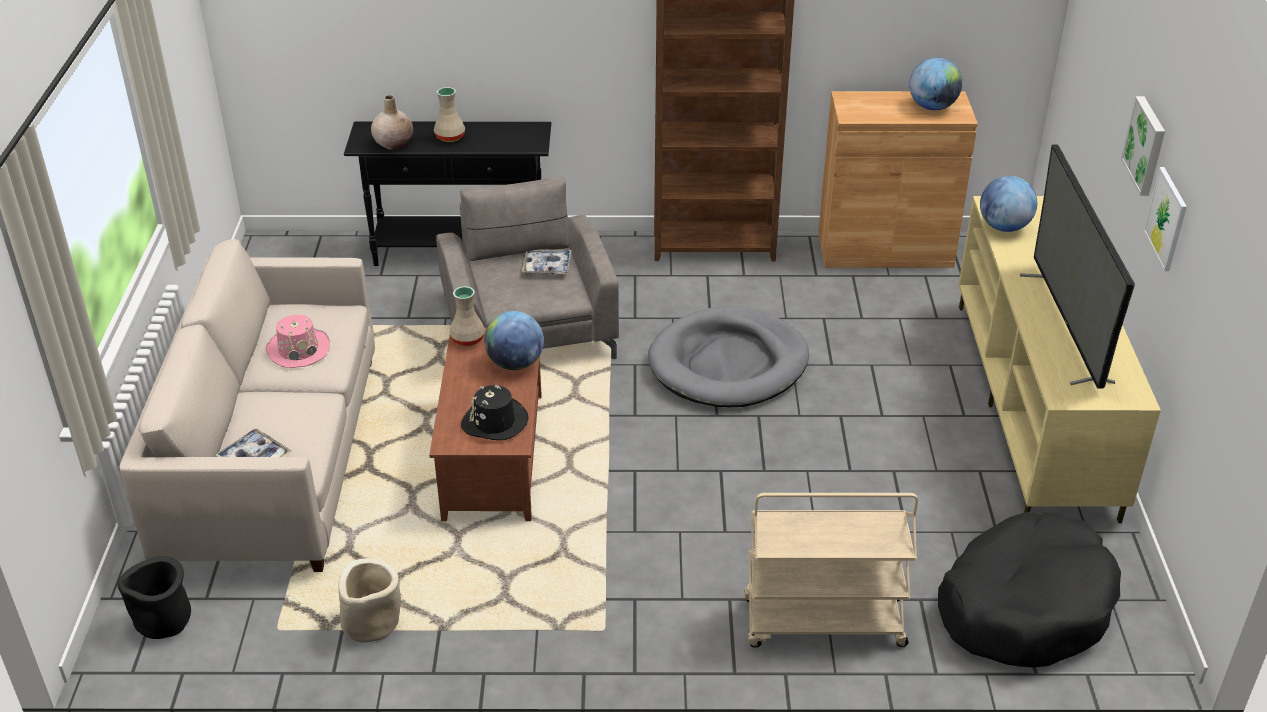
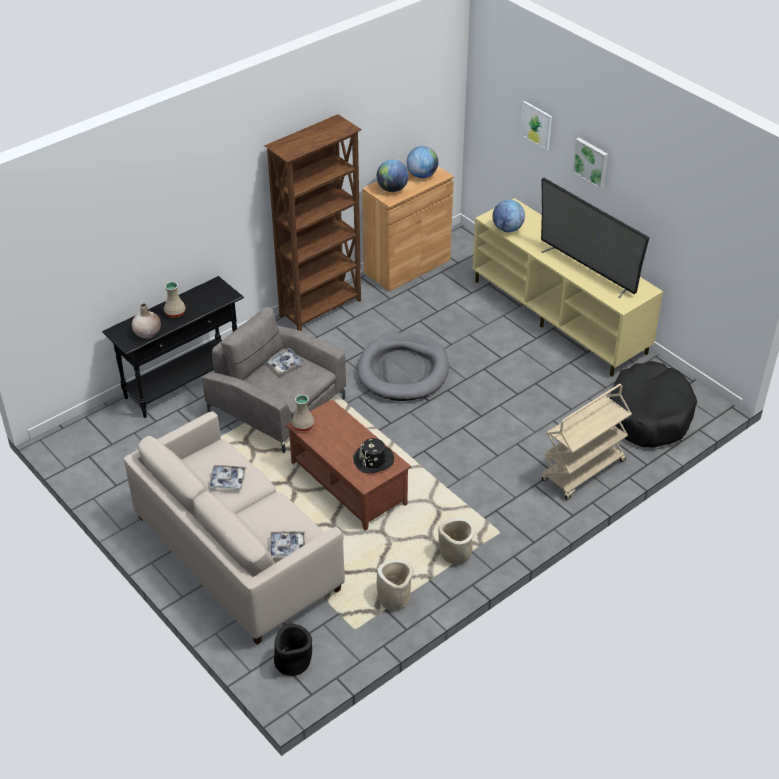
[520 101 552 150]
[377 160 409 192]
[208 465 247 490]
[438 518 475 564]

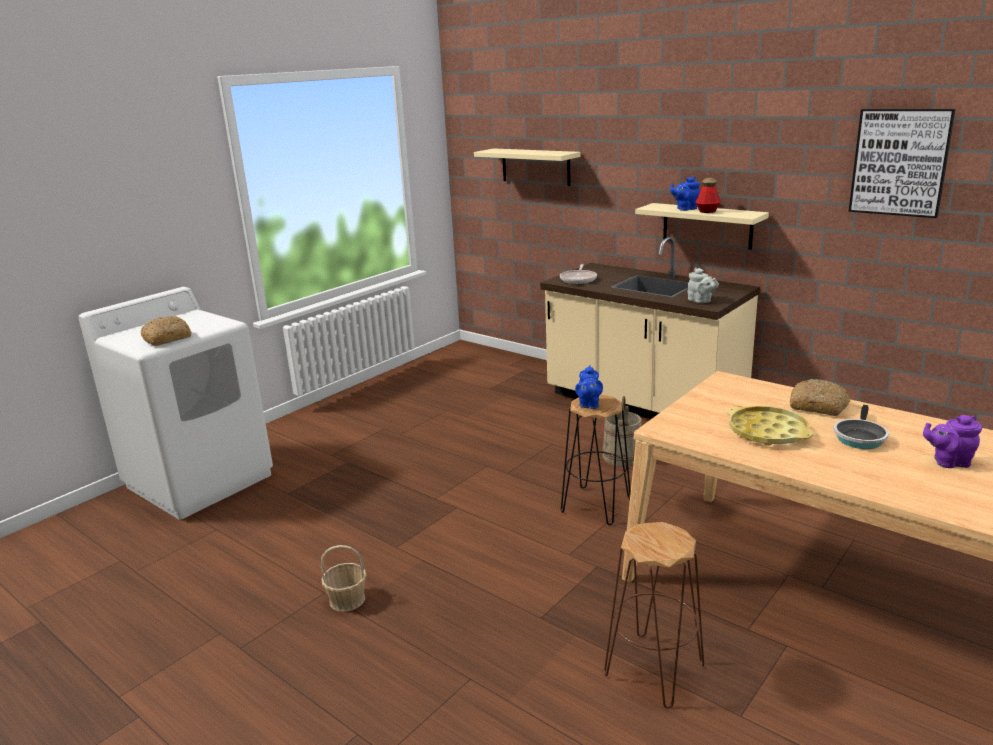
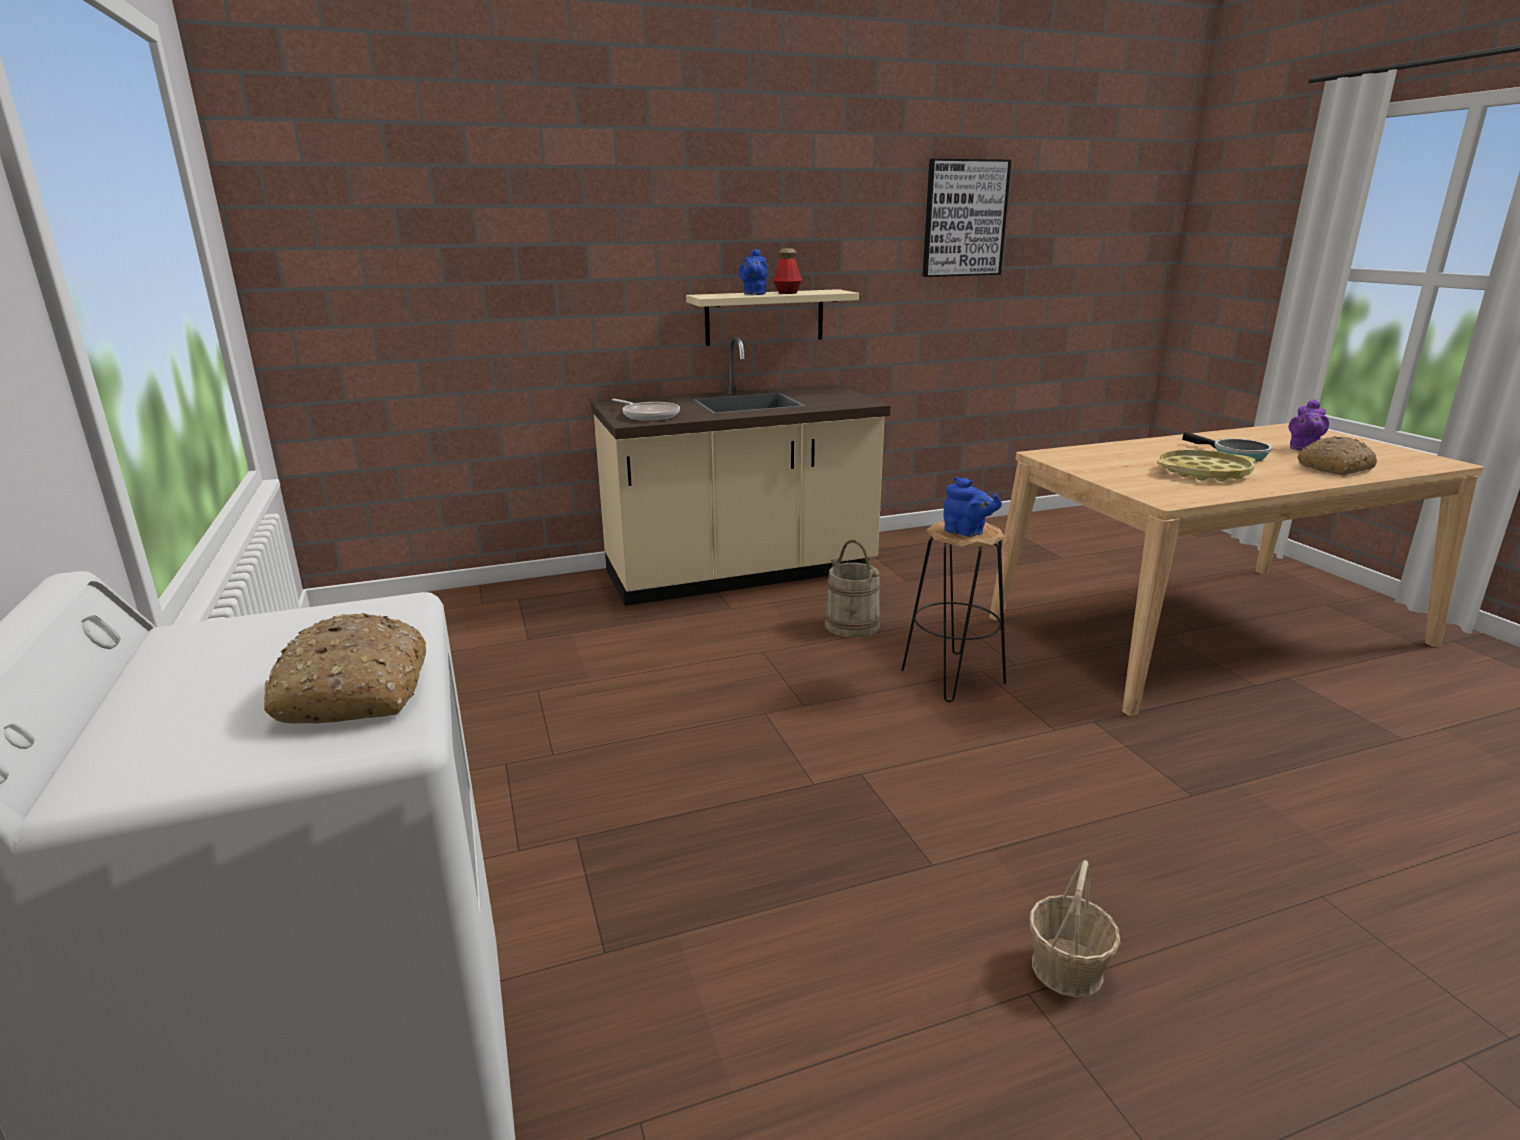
[474 148 581 186] (first image)
[687 268 719 303] (first image)
[1297 436 1377 475]
[604 522 704 709] (first image)

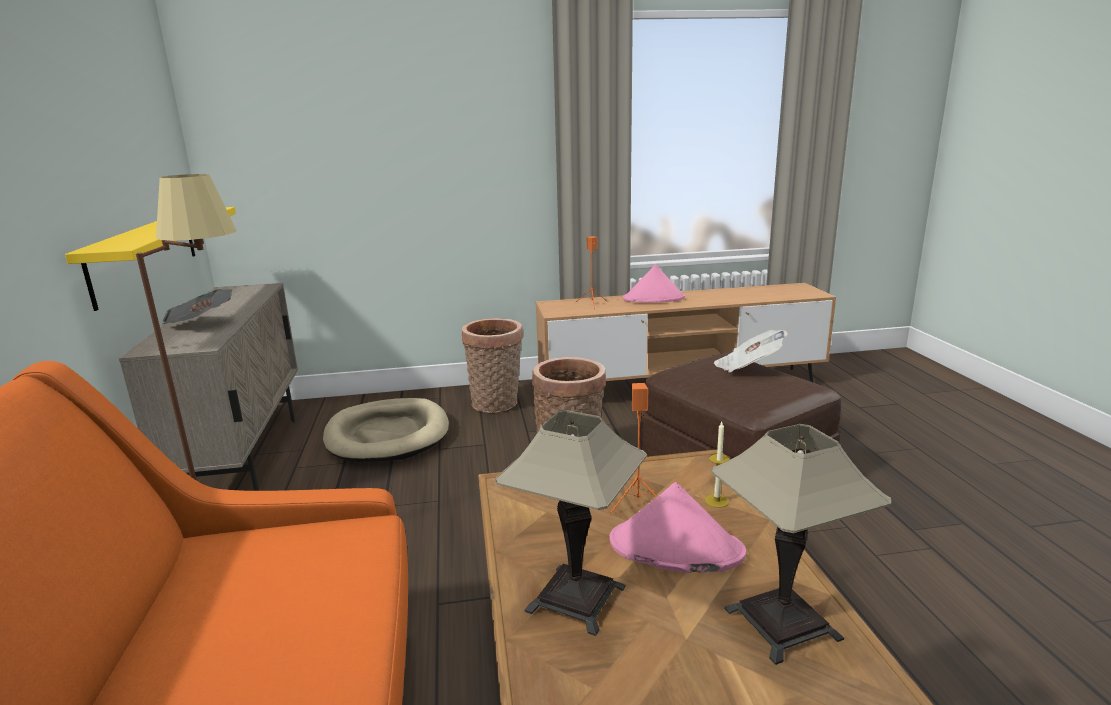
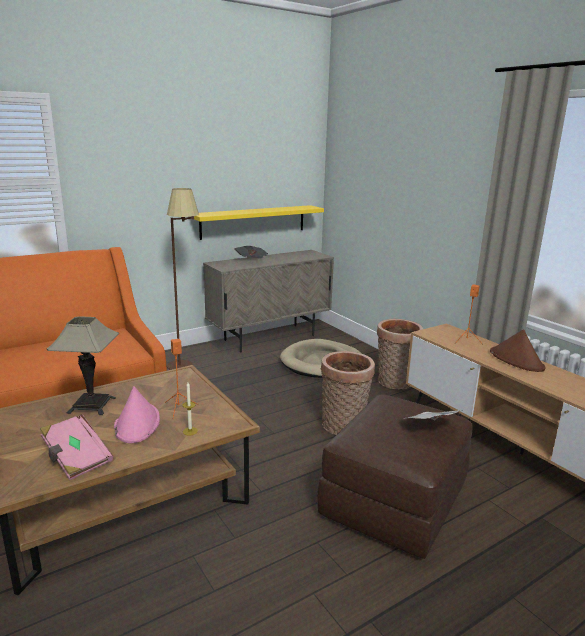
[490 329 546 372]
[40 414 113 480]

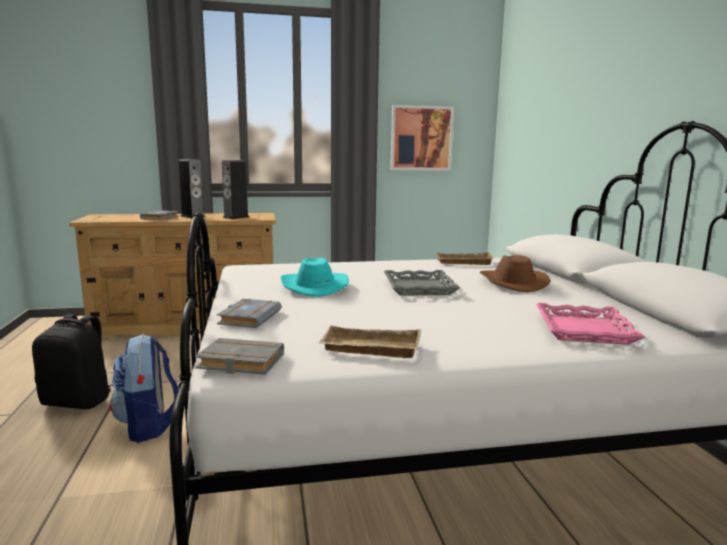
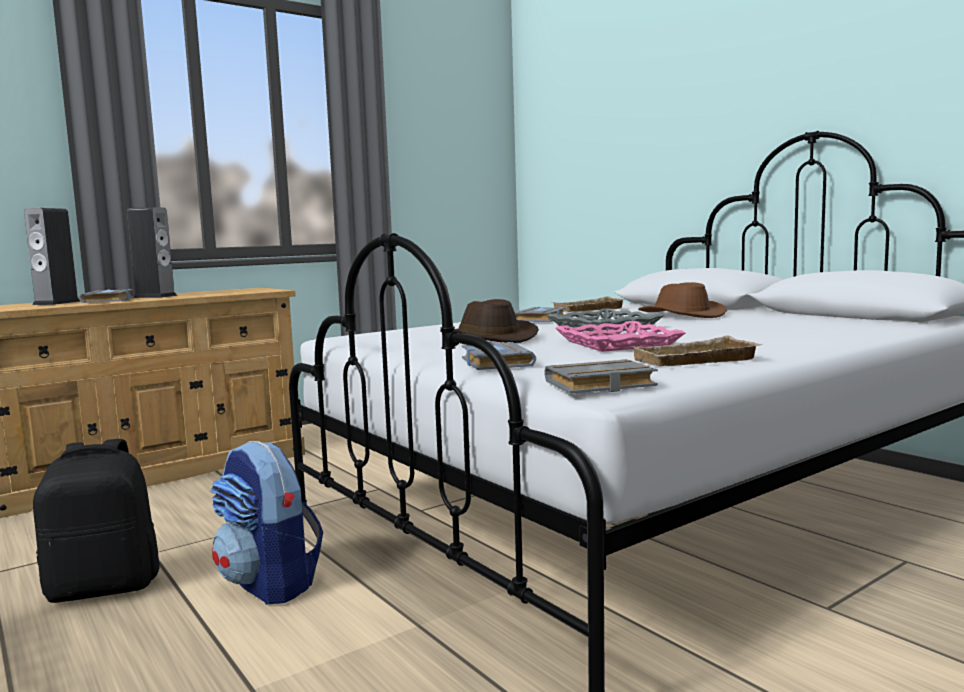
[390 105 454 171] (first image)
[24 208 80 305]
[440 299 539 343]
[555 321 685 352]
[515 307 566 322]

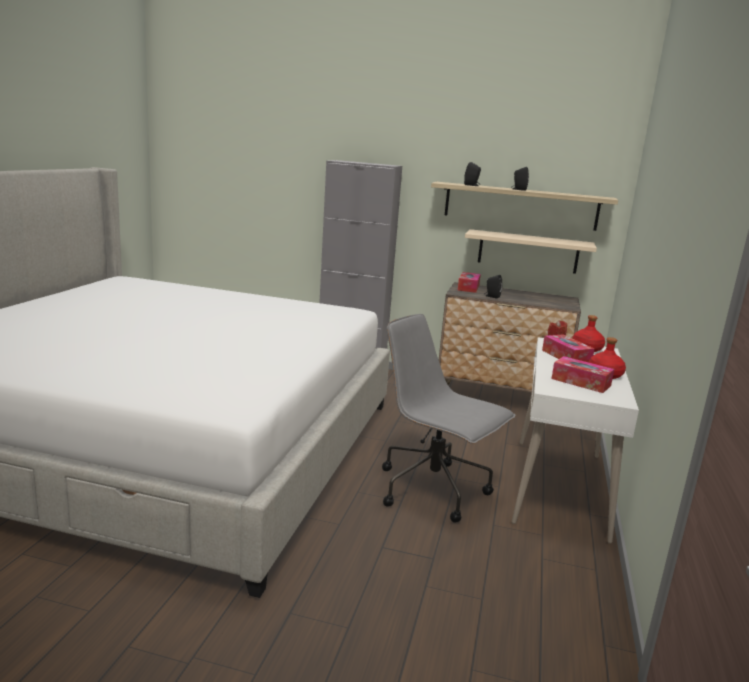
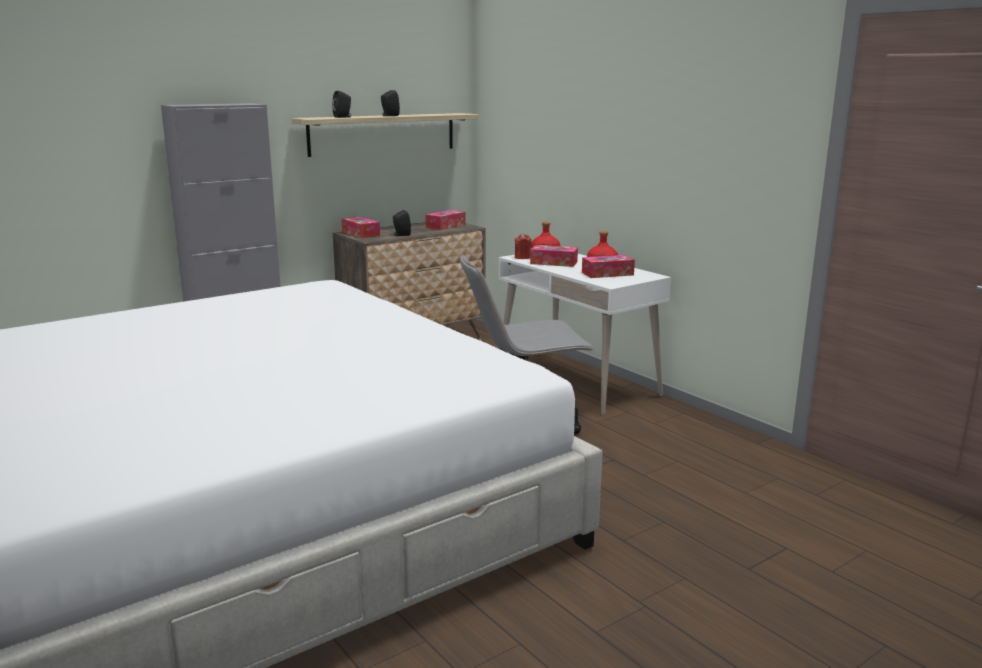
[465 229 597 274] (first image)
[425 210 466 230]

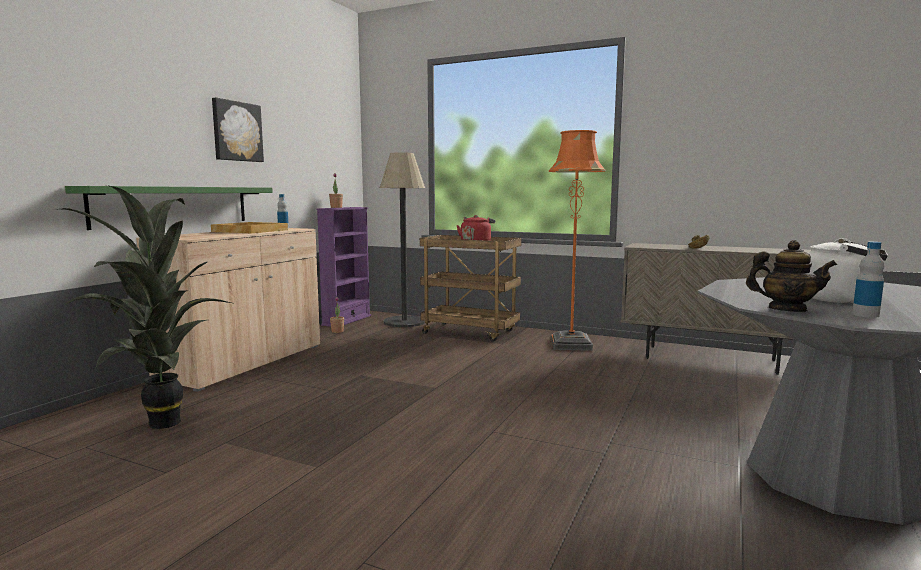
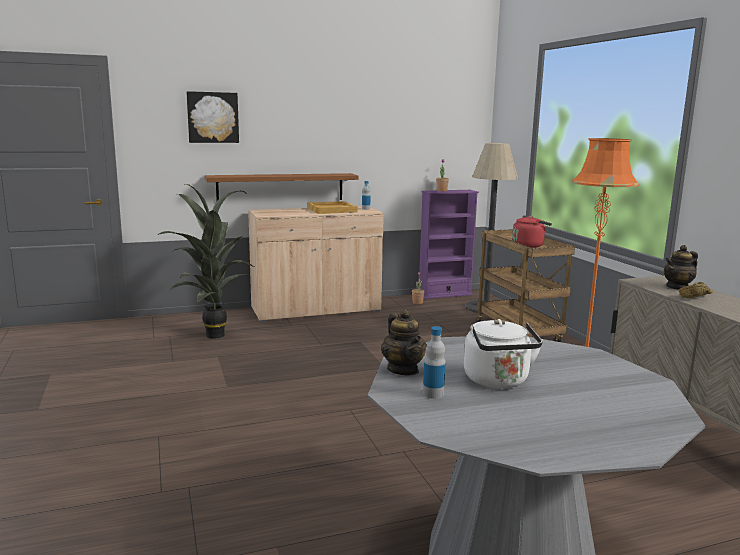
[186 91 239 143]
[205 173 358 201]
[664 245 698 290]

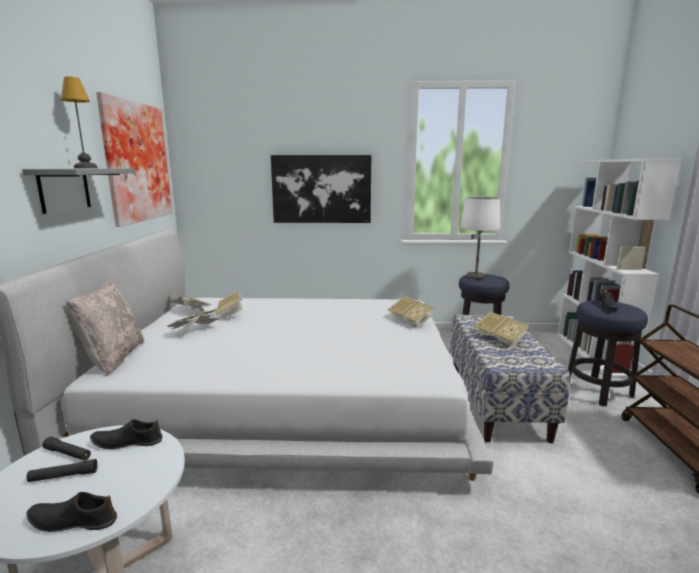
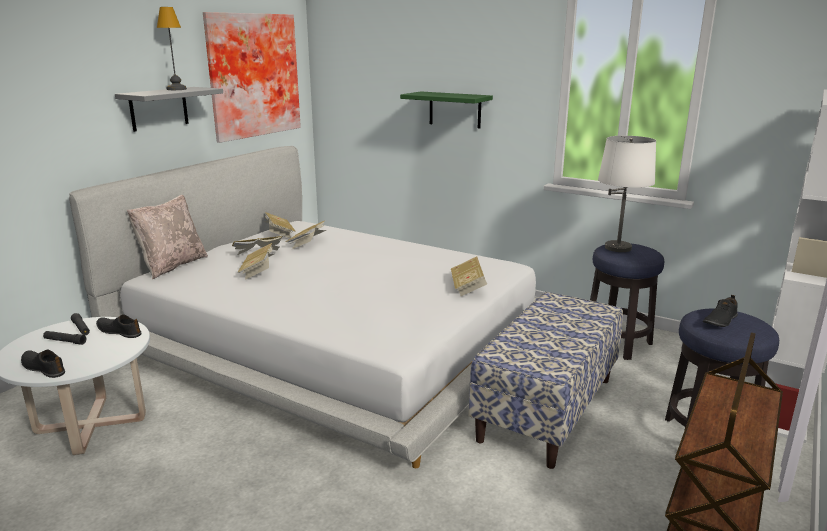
[400 91 493 129]
[237 243 274 280]

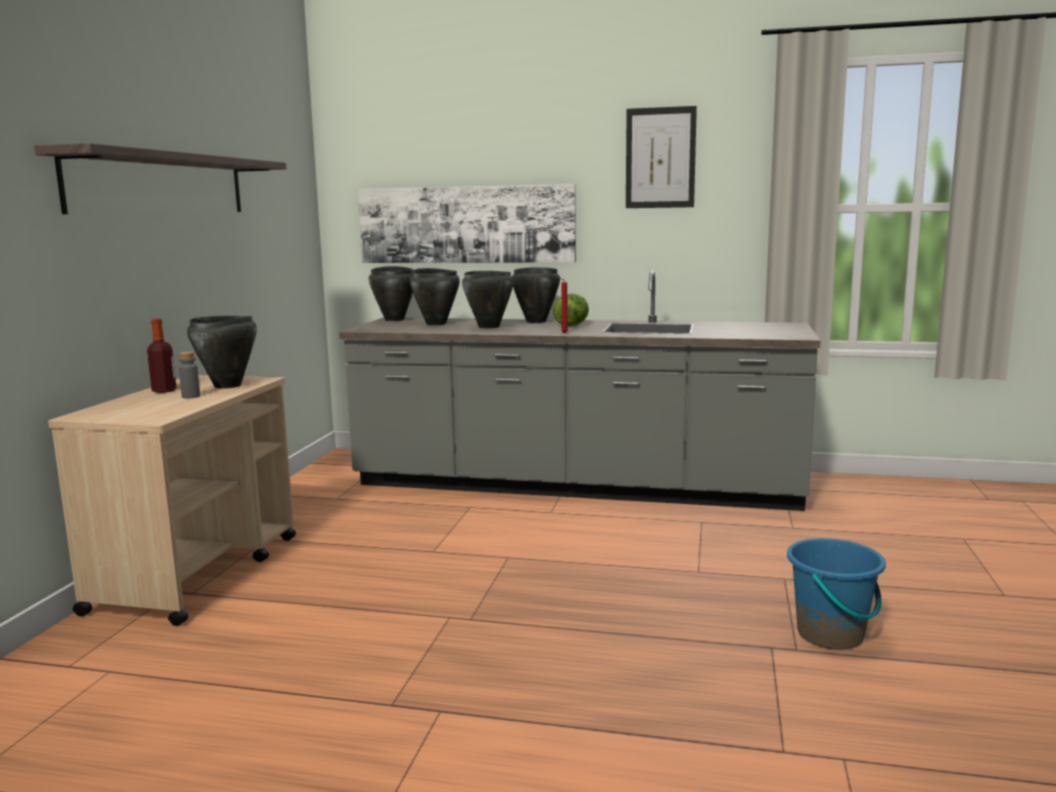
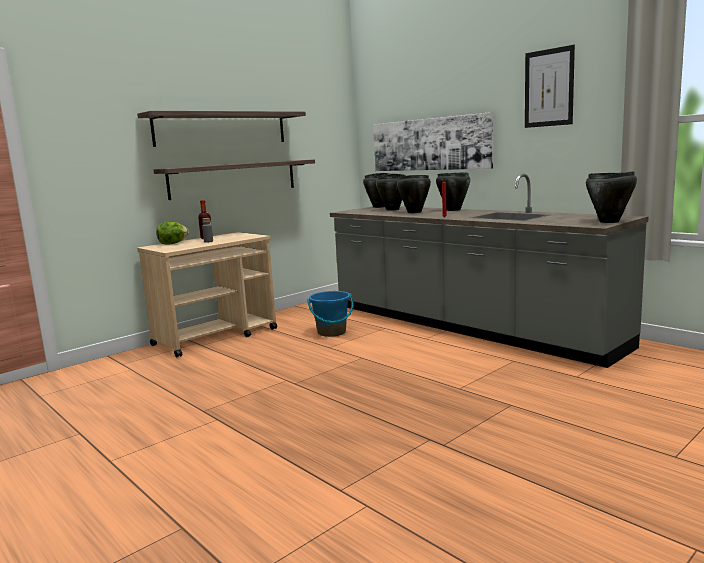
[156 222 189 245]
[586 171 637 223]
[307 291 354 337]
[153 159 315 200]

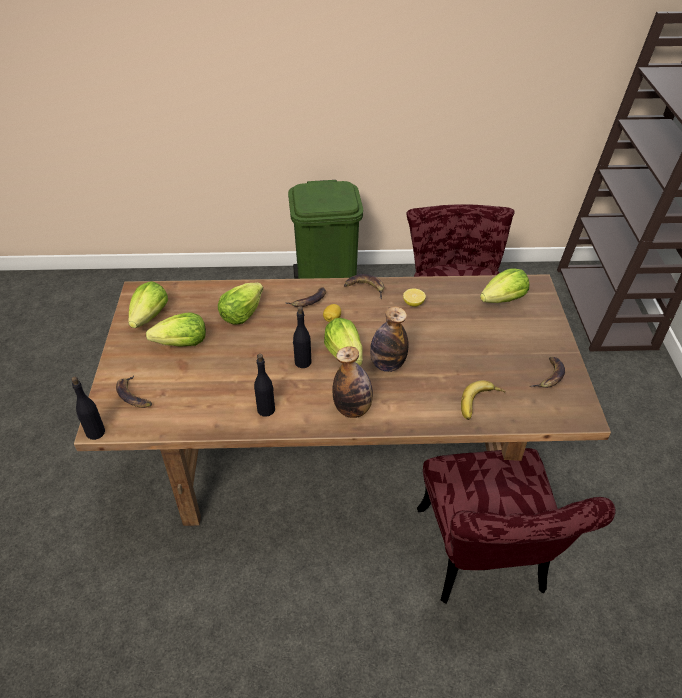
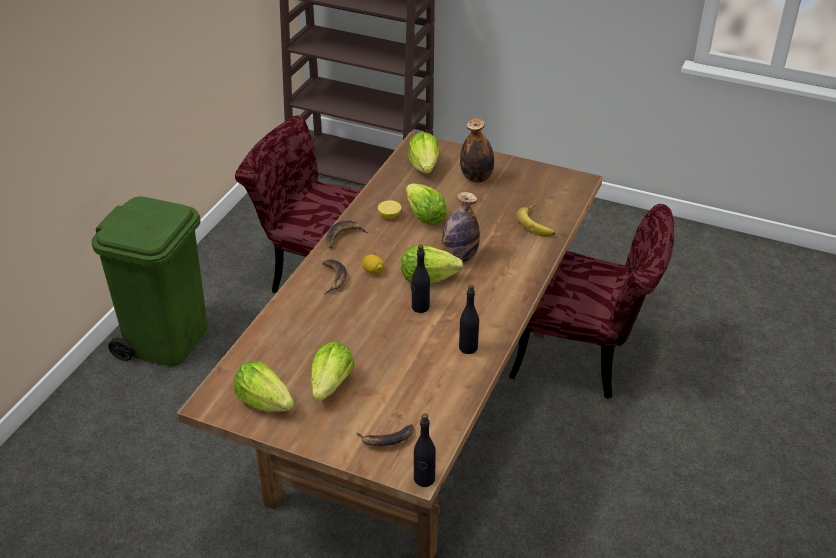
[406 183 447 225]
[460 118 494 183]
[530 357 565 388] (first image)

